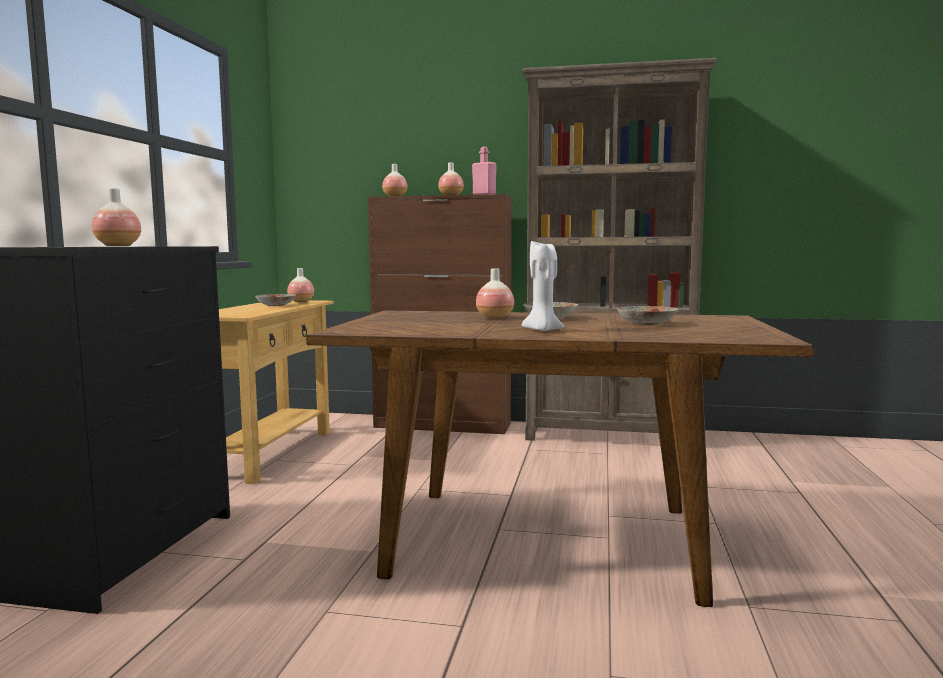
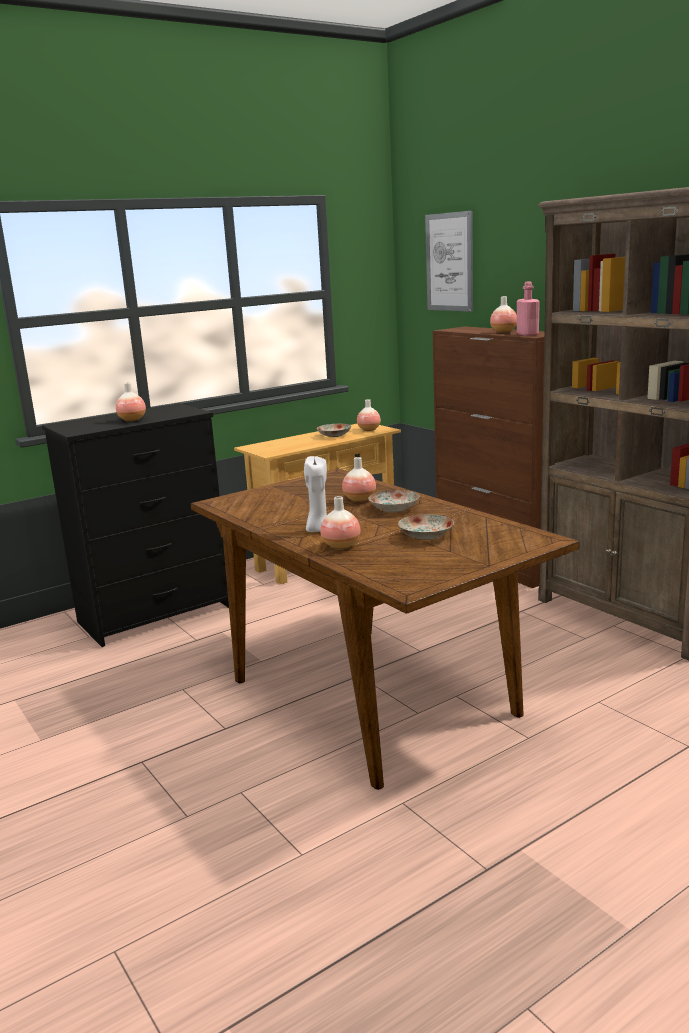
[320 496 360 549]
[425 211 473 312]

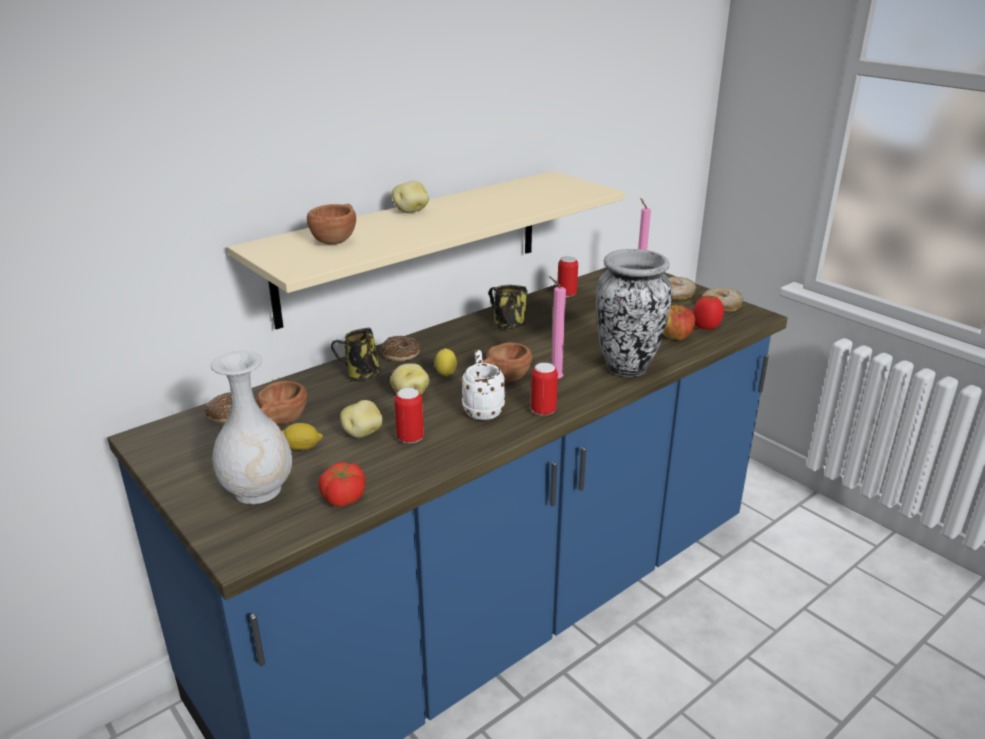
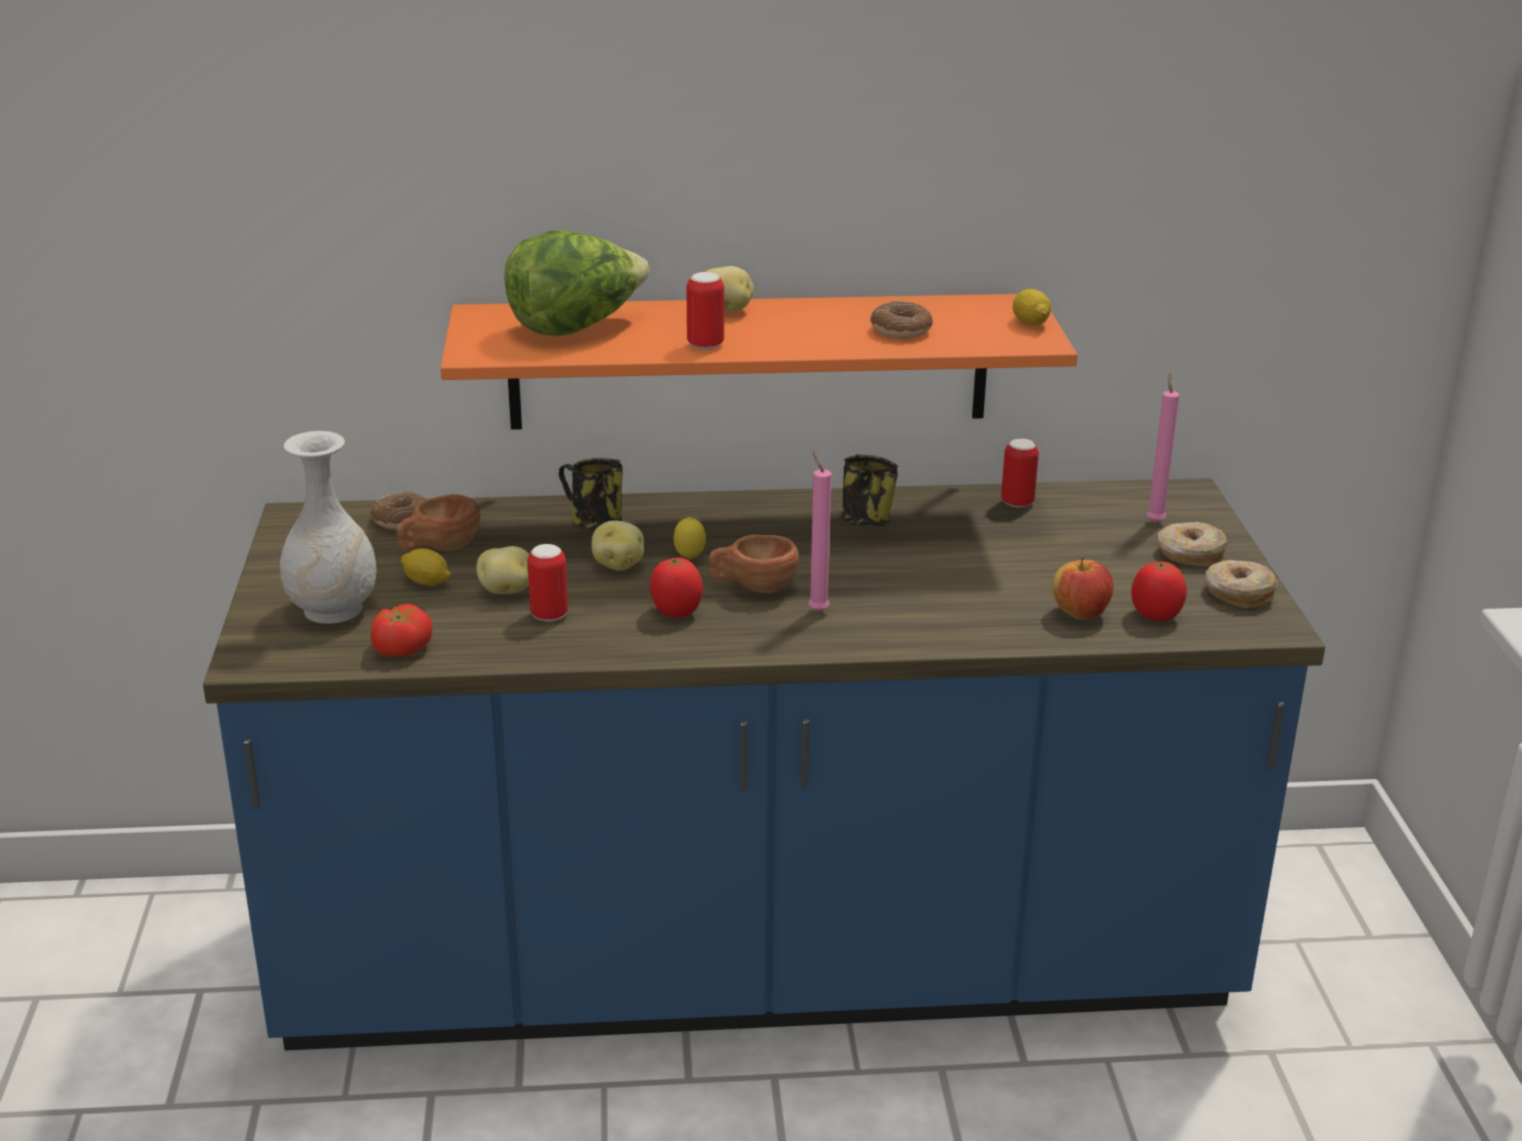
[440 294 1077 430]
[504 230 649 336]
[596 249 672 377] (first image)
[870 301 933 339]
[650 558 703 618]
[686 272 724 349]
[1013 289 1051 325]

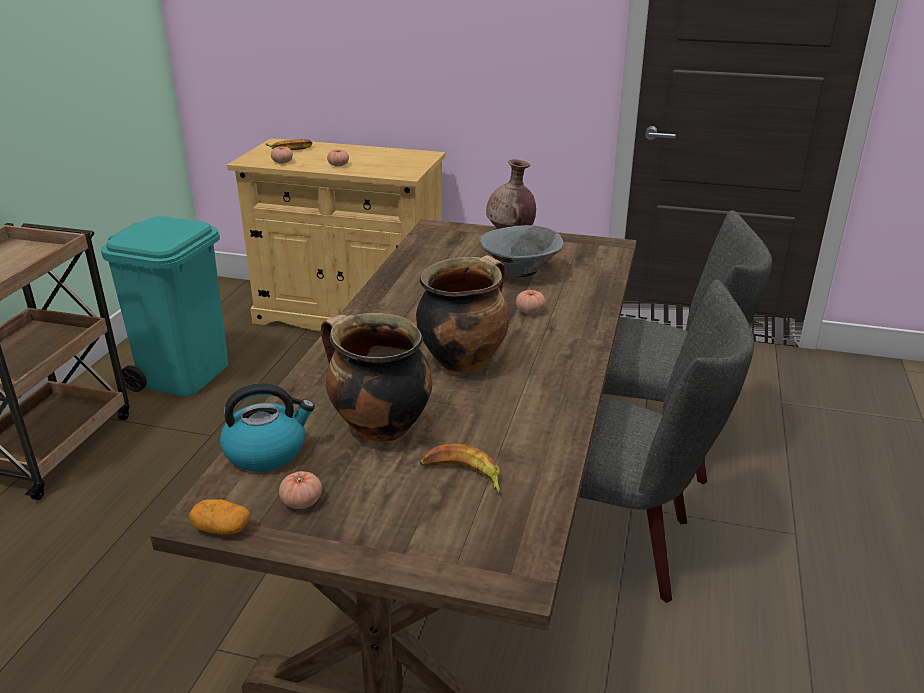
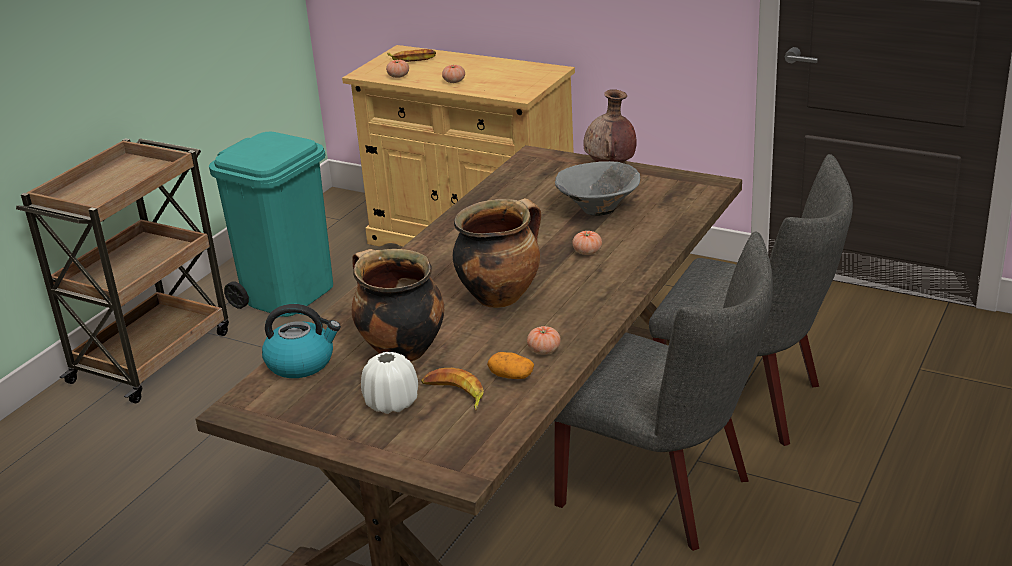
[527 326 561 355]
[487 352 534 379]
[361 352 418 414]

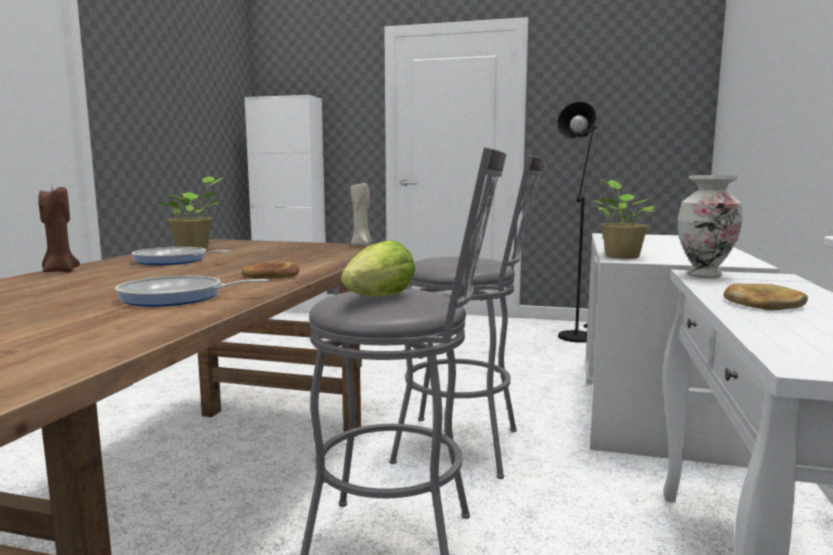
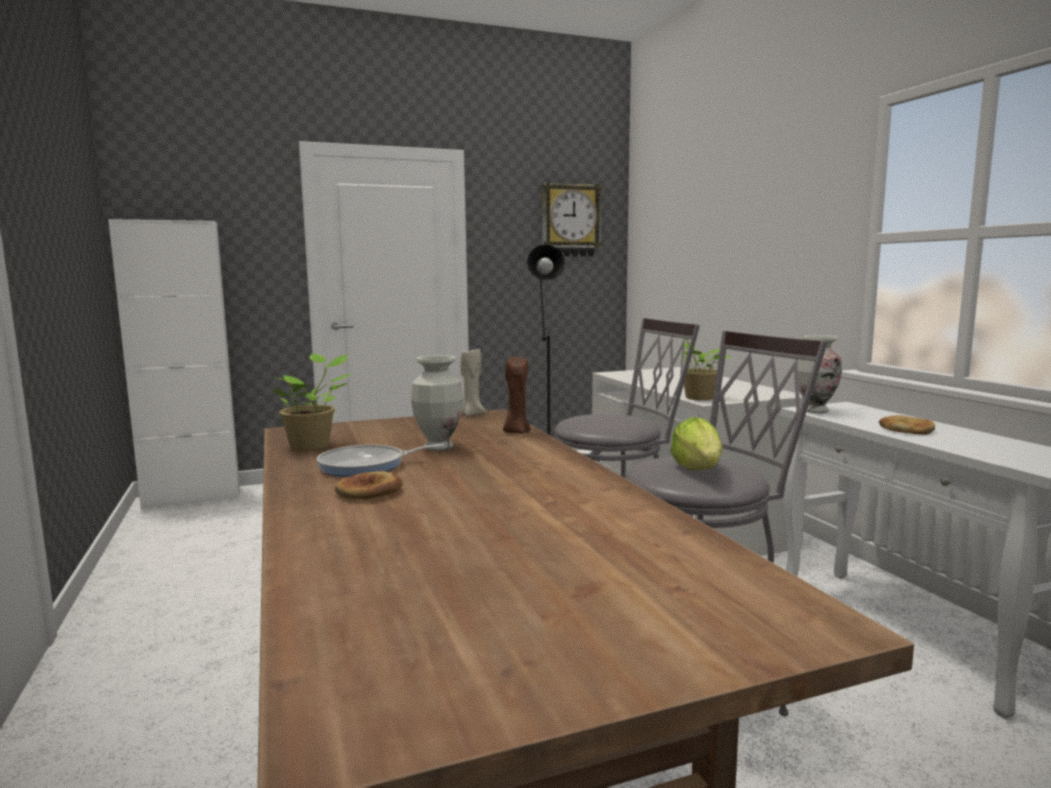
[503 357 531 433]
[335 471 403 500]
[115 276 269 307] (first image)
[542 182 602 256]
[411 355 463 451]

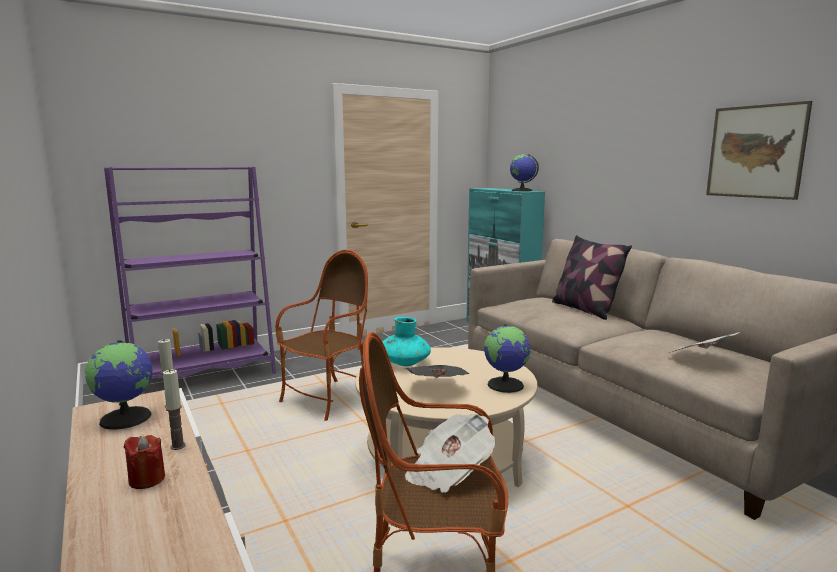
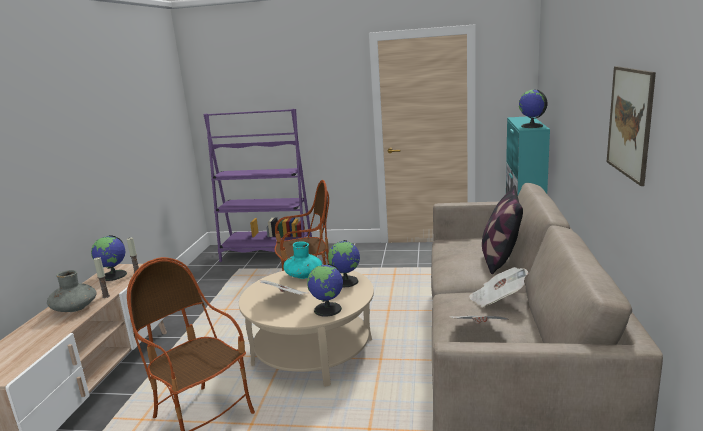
[469 267 529 307]
[47 270 97 312]
[328 240 360 287]

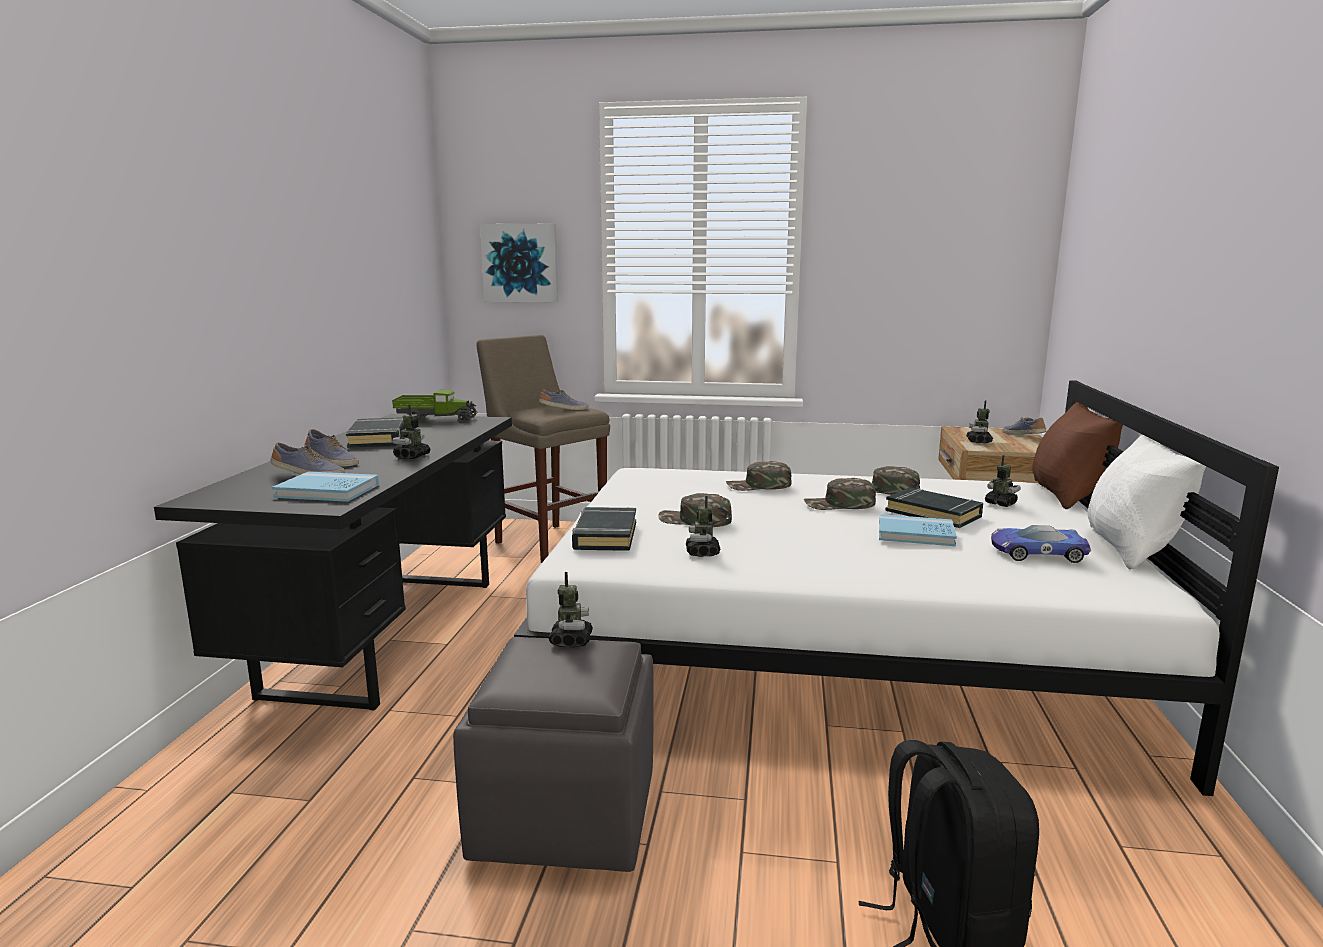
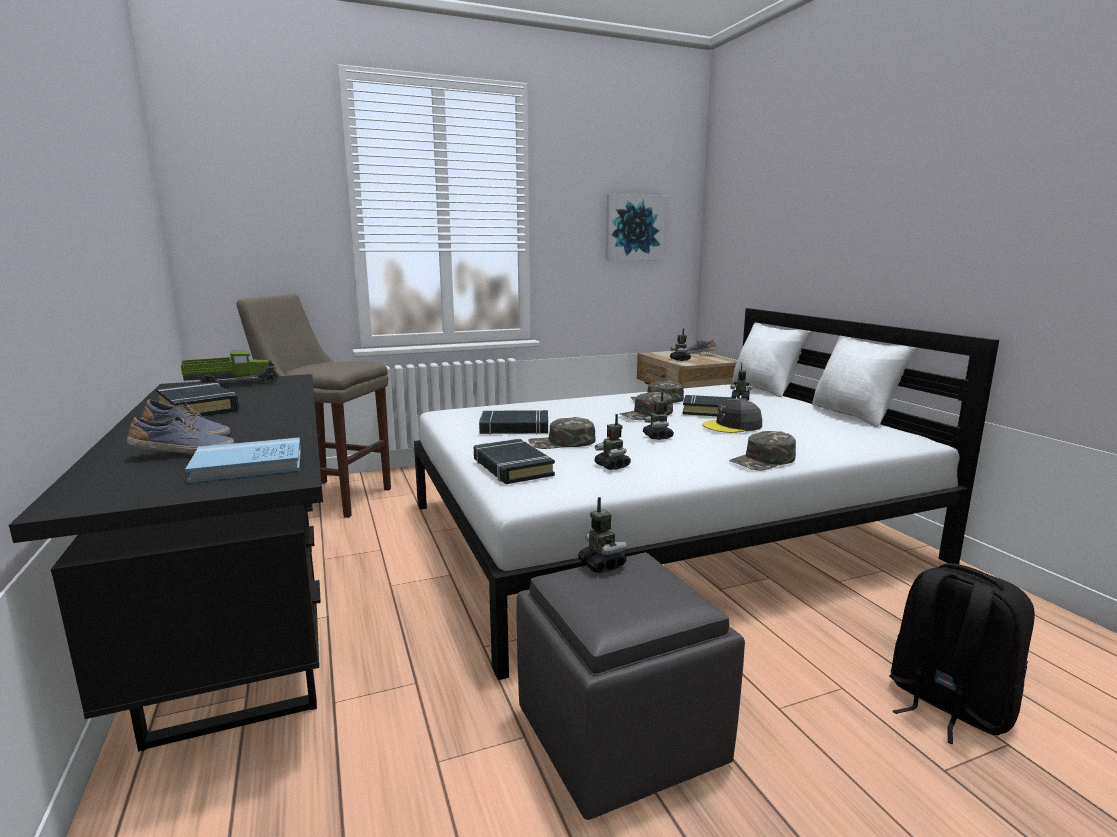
[606 194 666 260]
[539 389 588 410] (first image)
[732 322 811 397]
[643 391 674 440]
[729 431 796 471]
[702 399 762 433]
[991 525 1091 563] (first image)
[479 410 548 435]

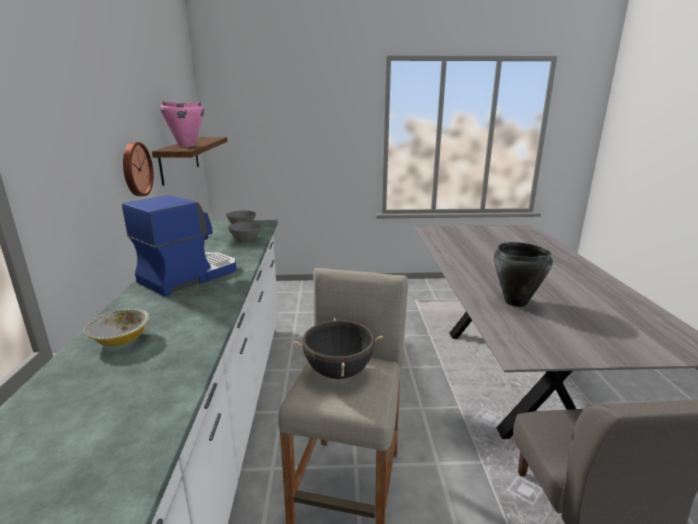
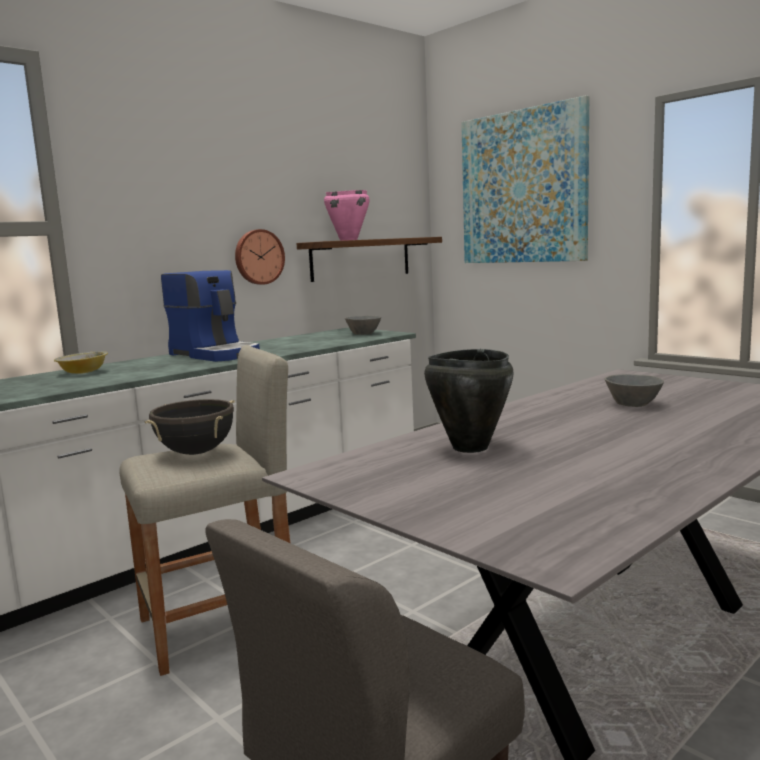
[161 270 260 362]
[605 374 664 407]
[461 95 589 263]

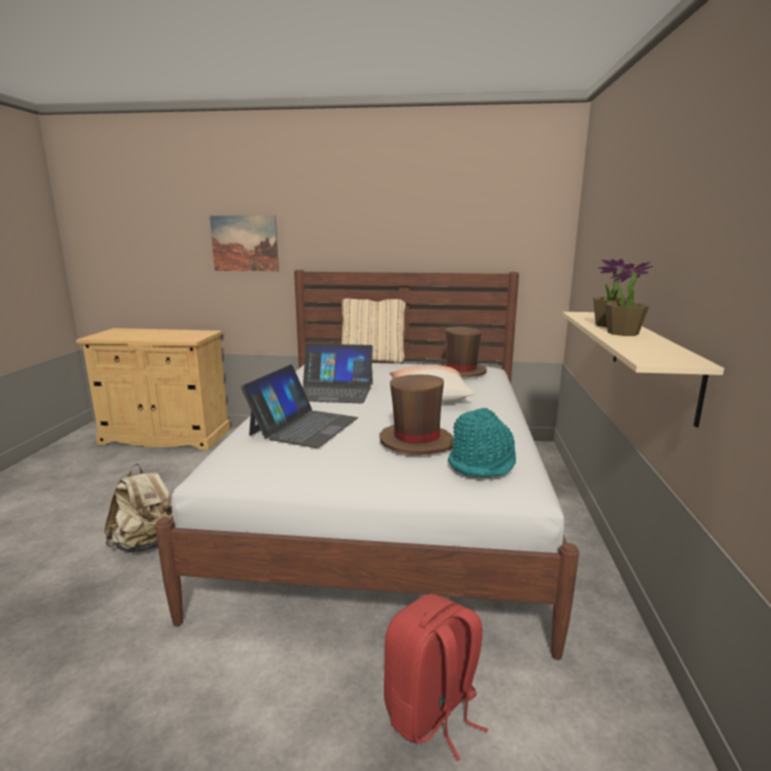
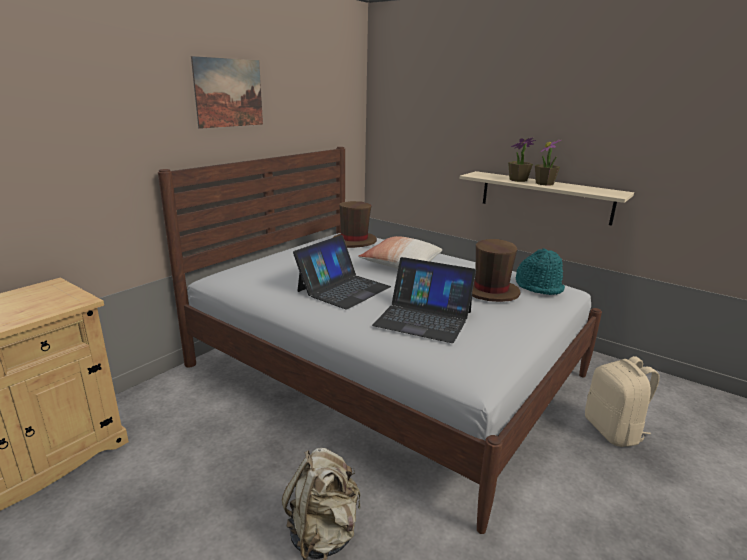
[191 56 263 129]
[342 298 406 363] (first image)
[372 257 476 343]
[585 356 659 447]

